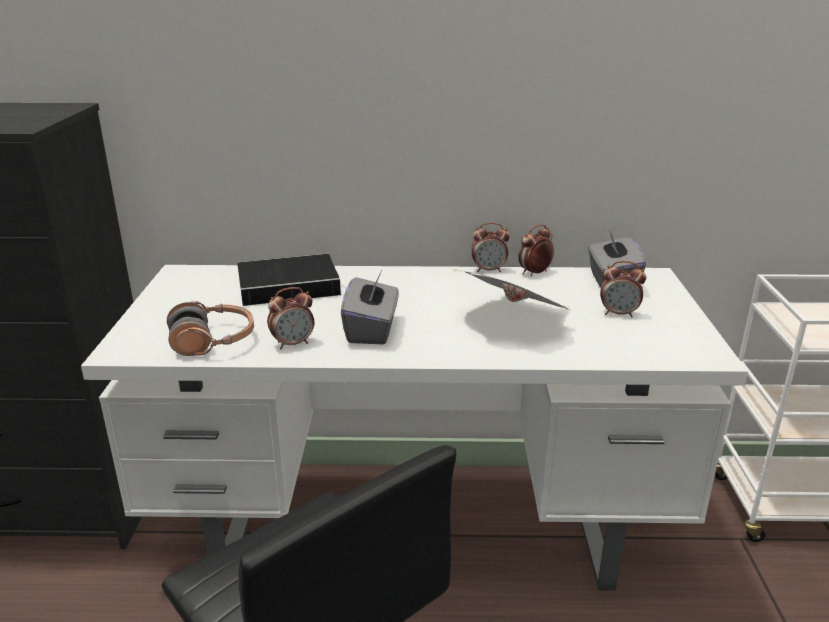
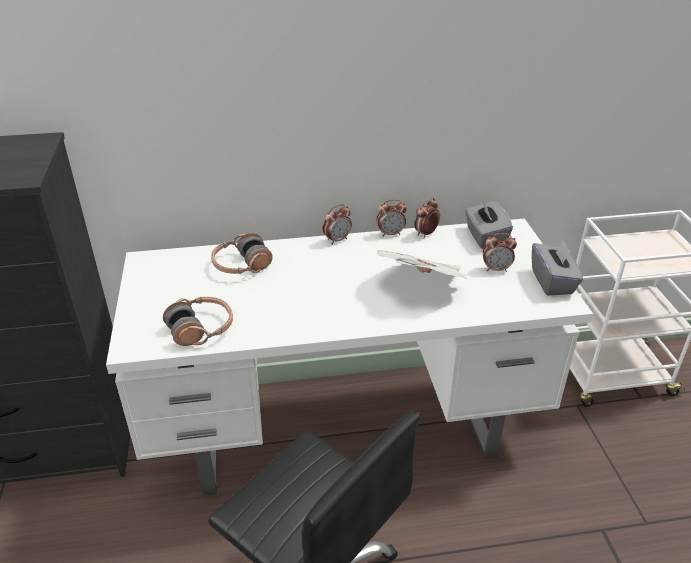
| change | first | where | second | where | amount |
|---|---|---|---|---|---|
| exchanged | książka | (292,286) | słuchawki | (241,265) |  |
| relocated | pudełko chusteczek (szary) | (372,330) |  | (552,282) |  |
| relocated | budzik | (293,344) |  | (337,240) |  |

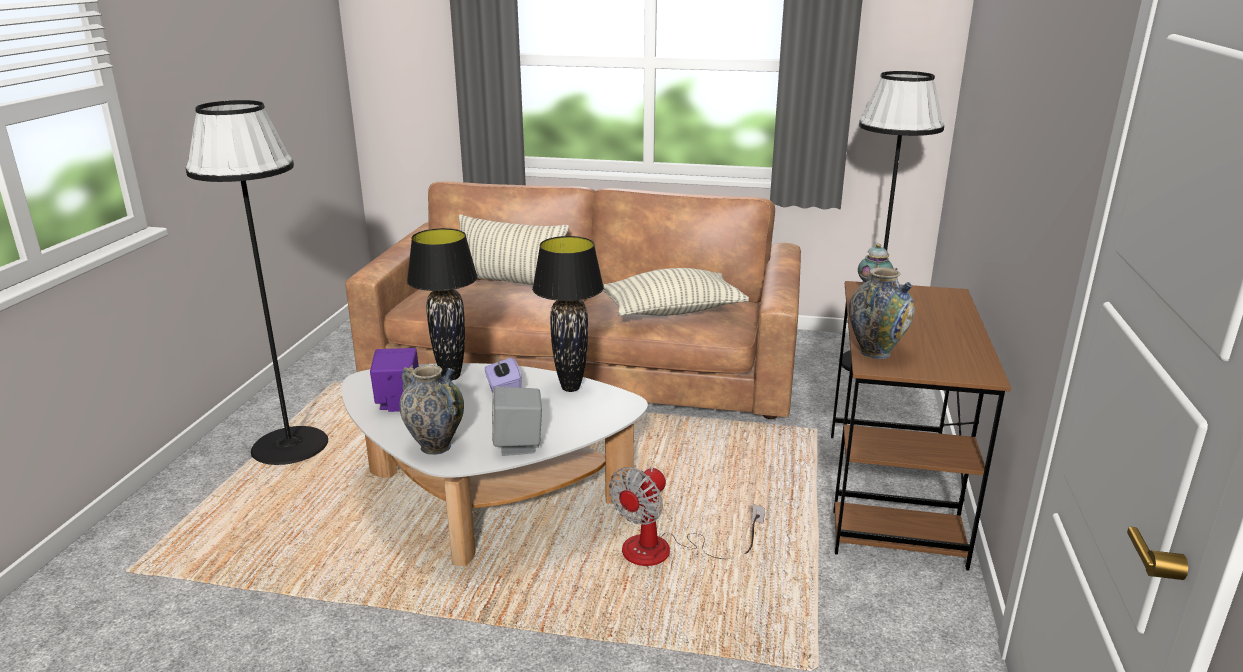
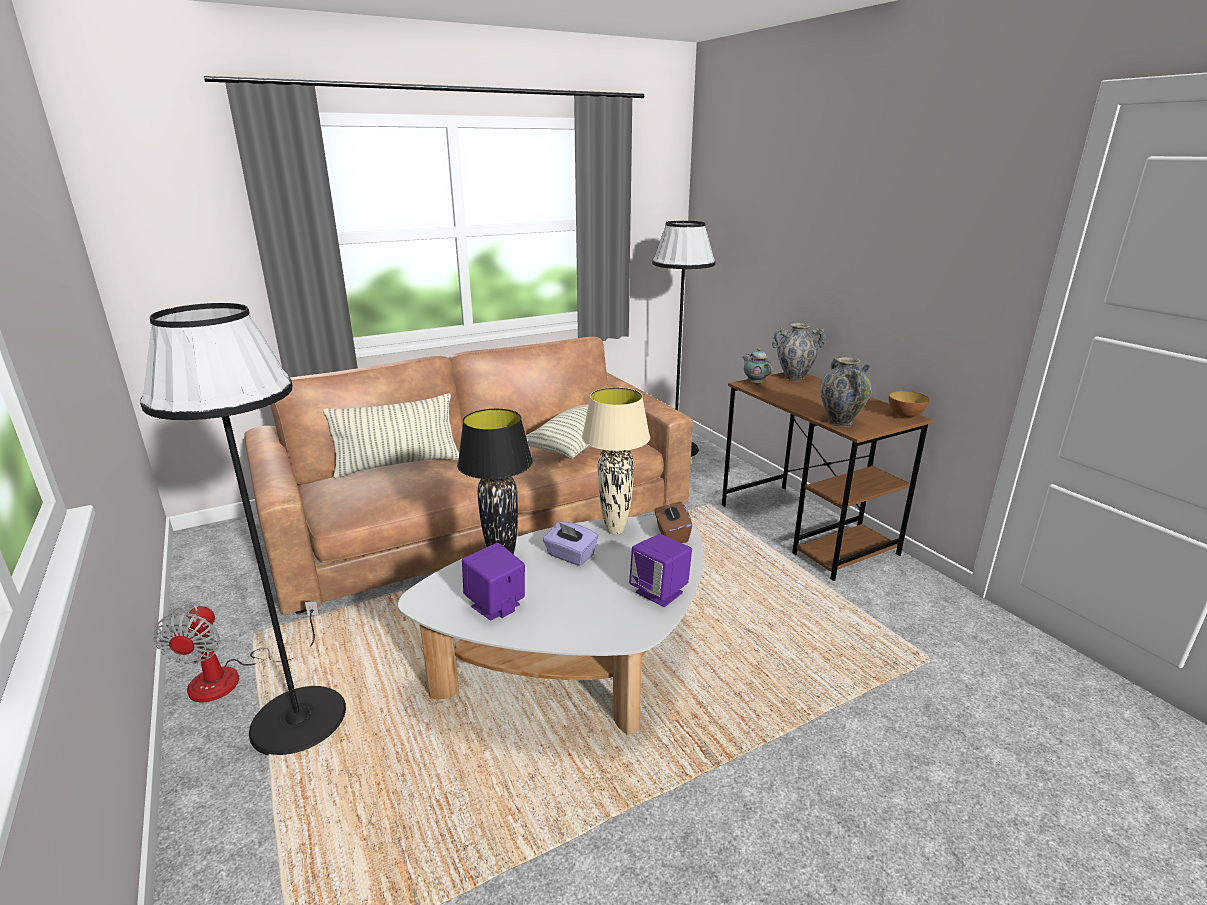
| change | first | where | second | where | amount |
|---|---|---|---|---|---|
| colour | lampa stołowa (czarny) | (570,388) | lampa stołowa (beżowy) | (615,531) |  |
| relocated | wazon | (435,446) |  | (794,378) |  |
| colour | głośnik (szary) | (518,445) | głośnik (fioletowy) | (660,592) |  |
| relocated | wentylator | (664,551) |  | (233,677) |  |
| appeared |  |  | miska | (905,416) |  |
| appeared |  |  | pudełko chusteczek (brązowy) | (671,534) |  |

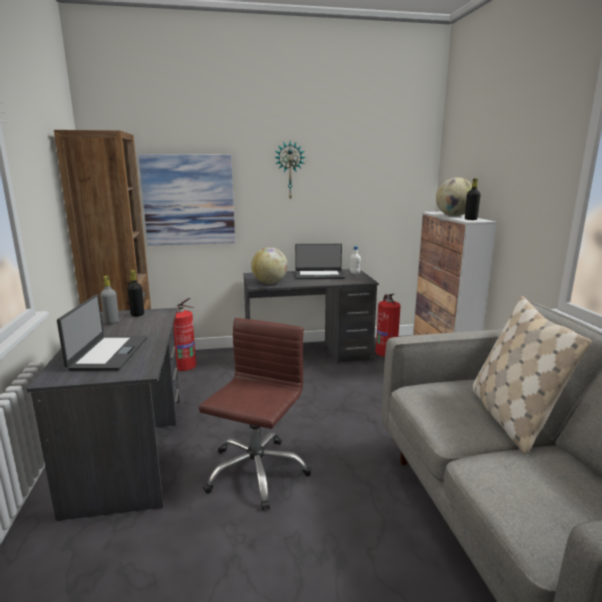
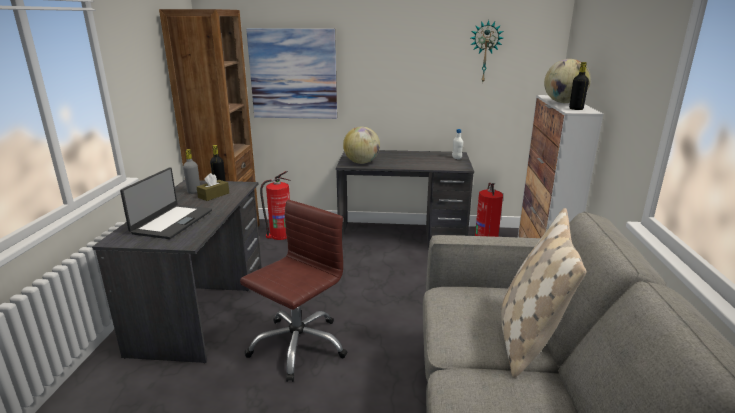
| change | first | where | second | where | amount |
|---|---|---|---|---|---|
| relocated | zegar ścienny | (289,170) |  | (485,52) |  |
| missing | laptop | (319,275) |  |  |  |
| appeared |  |  | pudełko chusteczek (brązowy) | (213,195) |  |

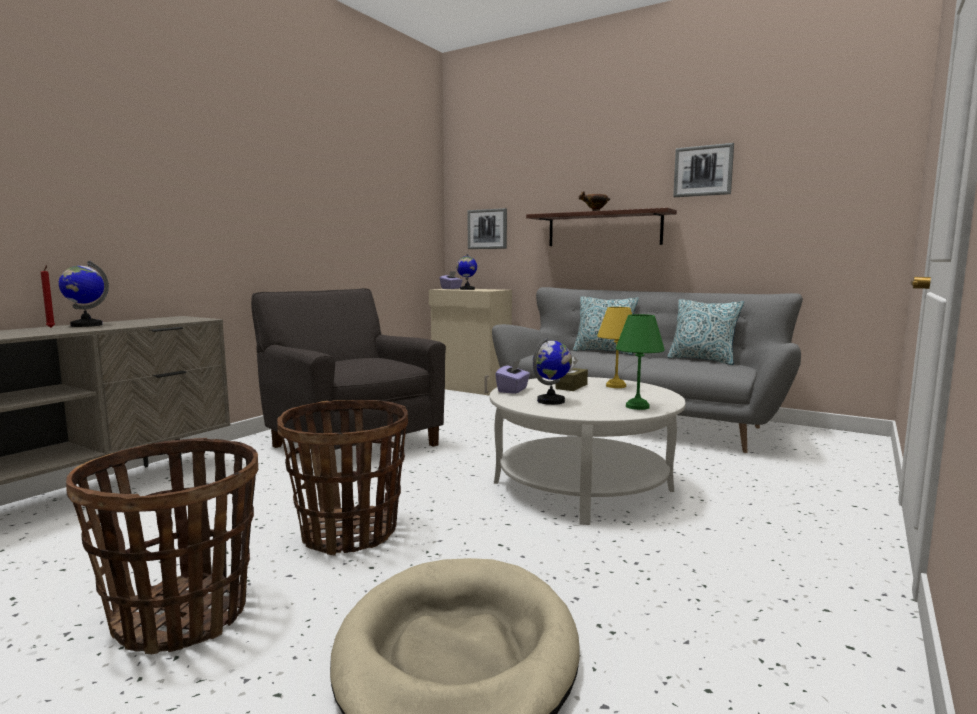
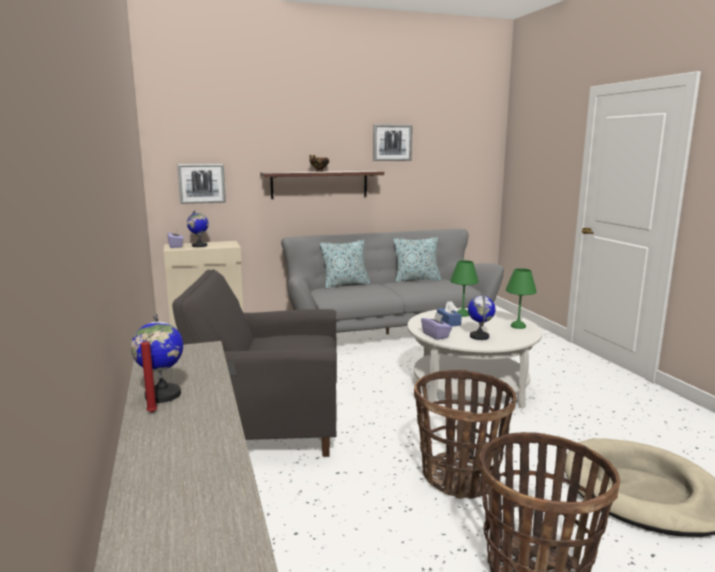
| change | first | where | second | where | amount |
|---|---|---|---|---|---|
| colour | lampa stołowa (żółty) | (616,386) | lampa stołowa (zielony) | (462,314) |  |
| colour | pudełko chusteczek (brązowy) | (571,386) | pudełko chusteczek (niebieski) | (448,322) |  |

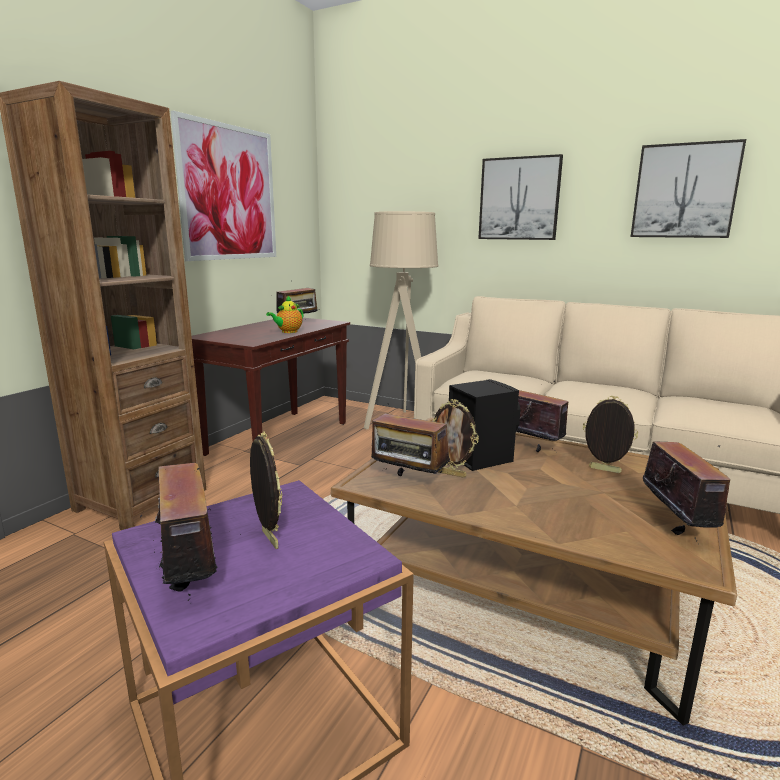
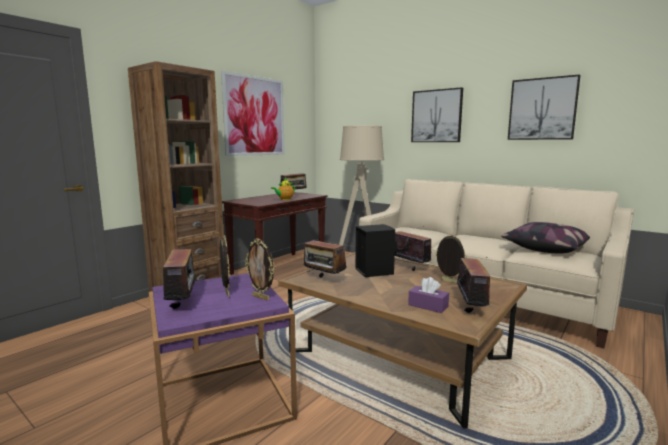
| change | first | where | second | where | amount |
|---|---|---|---|---|---|
| relocated | ramka na zdjęcie | (451,474) |  | (261,297) |  |
| appeared |  |  | poduszka | (546,249) |  |
| appeared |  |  | pudełko chusteczek (fioletowy) | (428,306) |  |

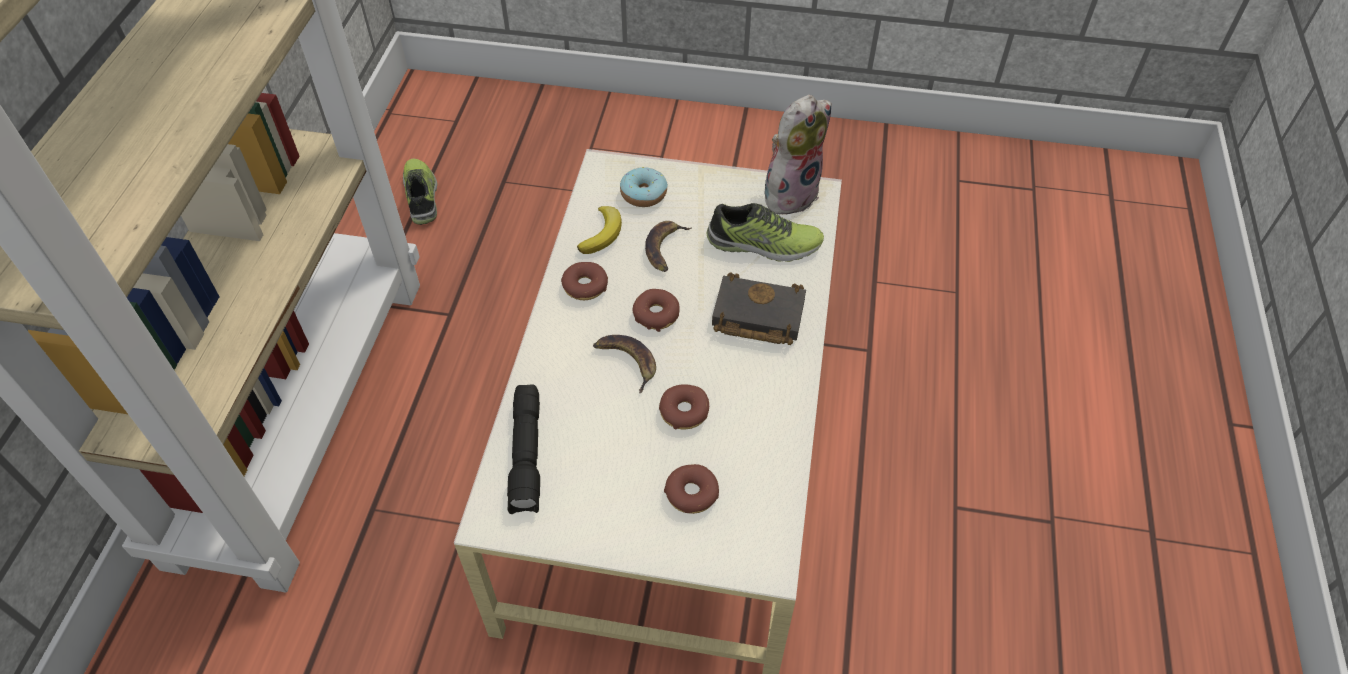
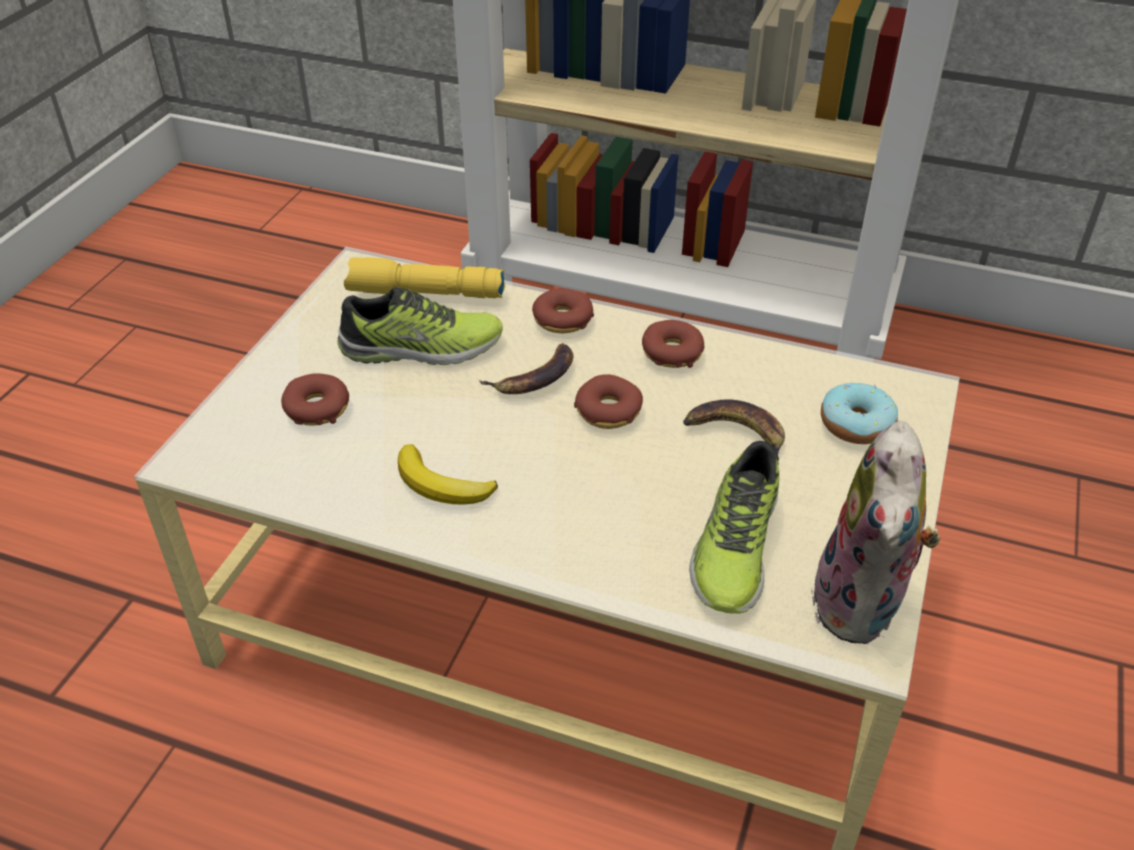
| change | first | where | second | where | amount |
|---|---|---|---|---|---|
| spun | pluszak | (790,193) |  | (863,606) | 45 degrees clockwise |
| relocated | but | (422,196) |  | (421,348) |  |
| relocated | banan | (602,233) |  | (442,484) |  |
| missing | książka (czarny) | (755,316) |  |  |  |
| colour | latarka (czarny) | (528,456) | latarka (żółty) | (424,294) |  |
| relocated | donut | (684,412) |  | (562,319) |  |

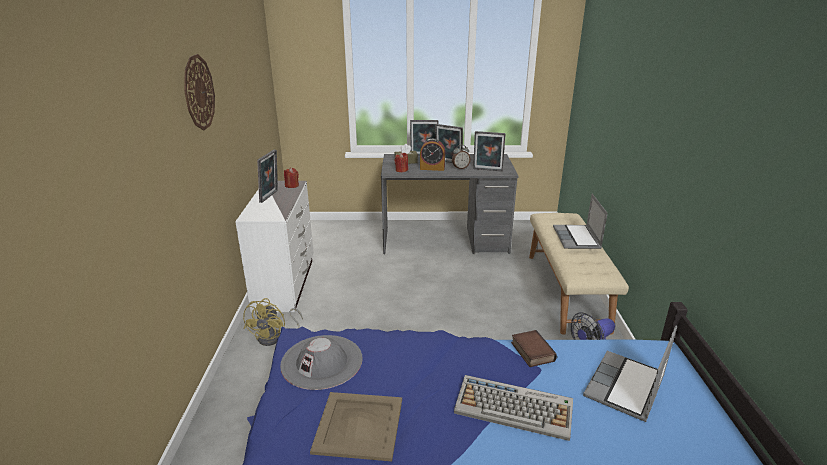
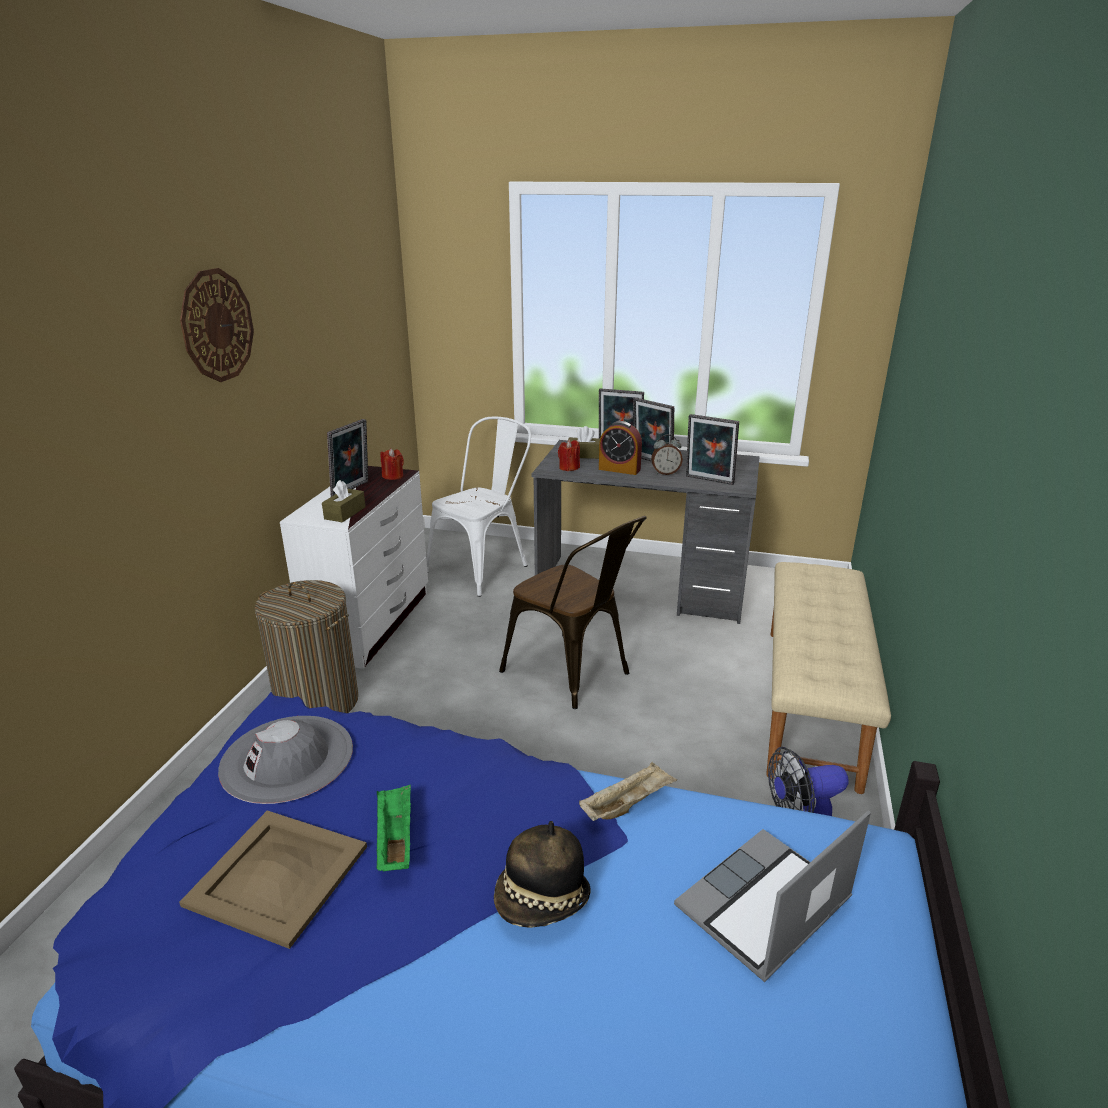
| change | first | where | second | where | amount |
|---|---|---|---|---|---|
| missing | laptop | (577,238) |  |  |  |
| exchanged | wentylator (żółty) | (275,337) | kosz na pranie | (317,703) |  |
| exchanged | książka | (531,351) | taca (beżowy) | (627,804) |  |
| exchanged | klawiatura | (515,408) | kapelusz | (542,900) |  |
| appeared |  |  | krzesło (biały) | (484,567) |  |
| appeared |  |  | pudełko chusteczek (brązowy) | (345,513) |  |
| appeared |  |  | krzesło (brązowy) | (574,674) |  |
| appeared |  |  | taca (zielony) | (395,839) |  |

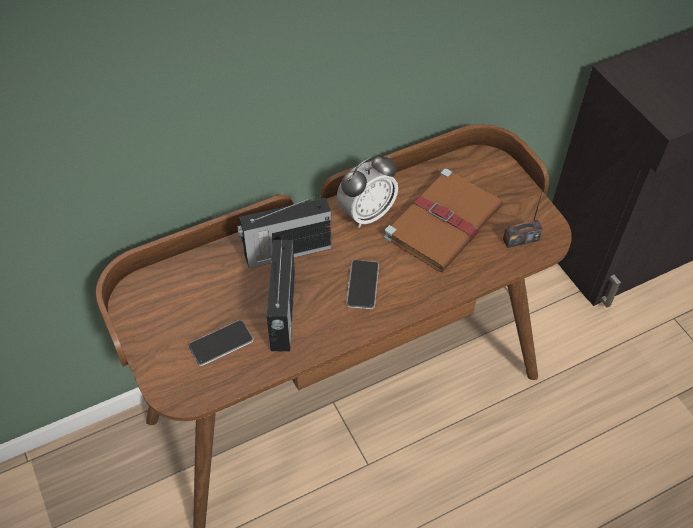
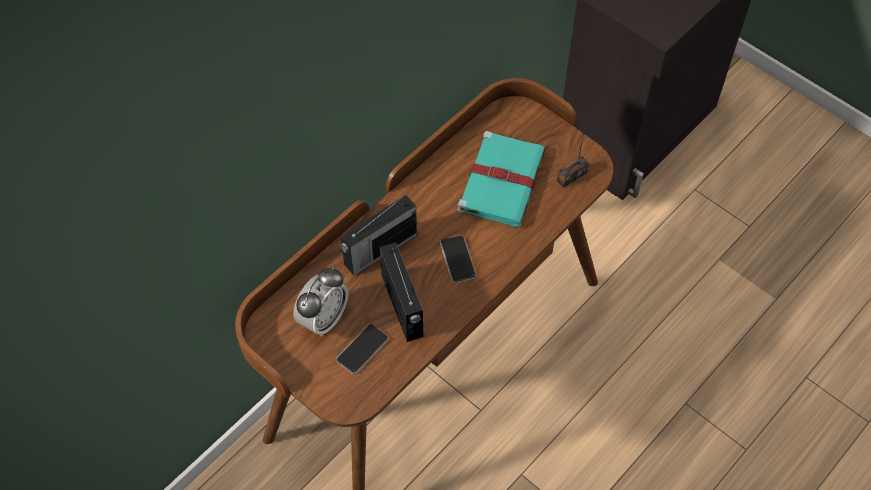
| change | first | where | second | where | amount |
|---|---|---|---|---|---|
| relocated | budzik | (366,214) |  | (323,319) |  |
| colour | książka (brązowy) | (444,221) | książka (turkusowy) | (502,180) |  |

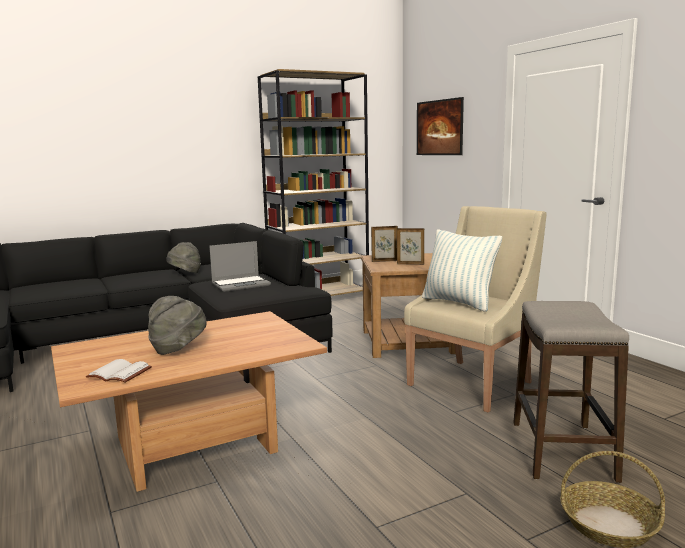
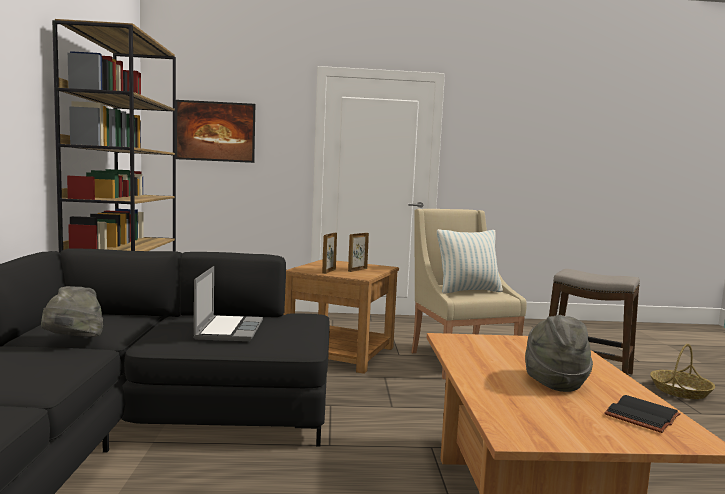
| change | first | where | second | where | amount |
|---|---|---|---|---|---|
| colour | książka (biały) | (118,374) | książka (czarny) | (644,417) |  |

